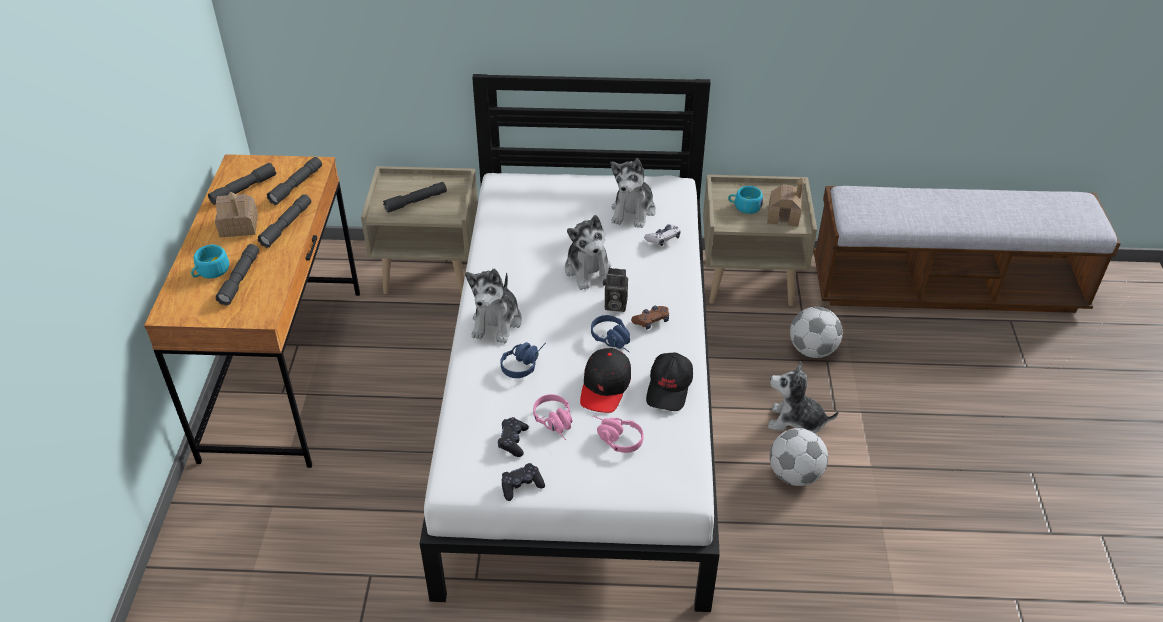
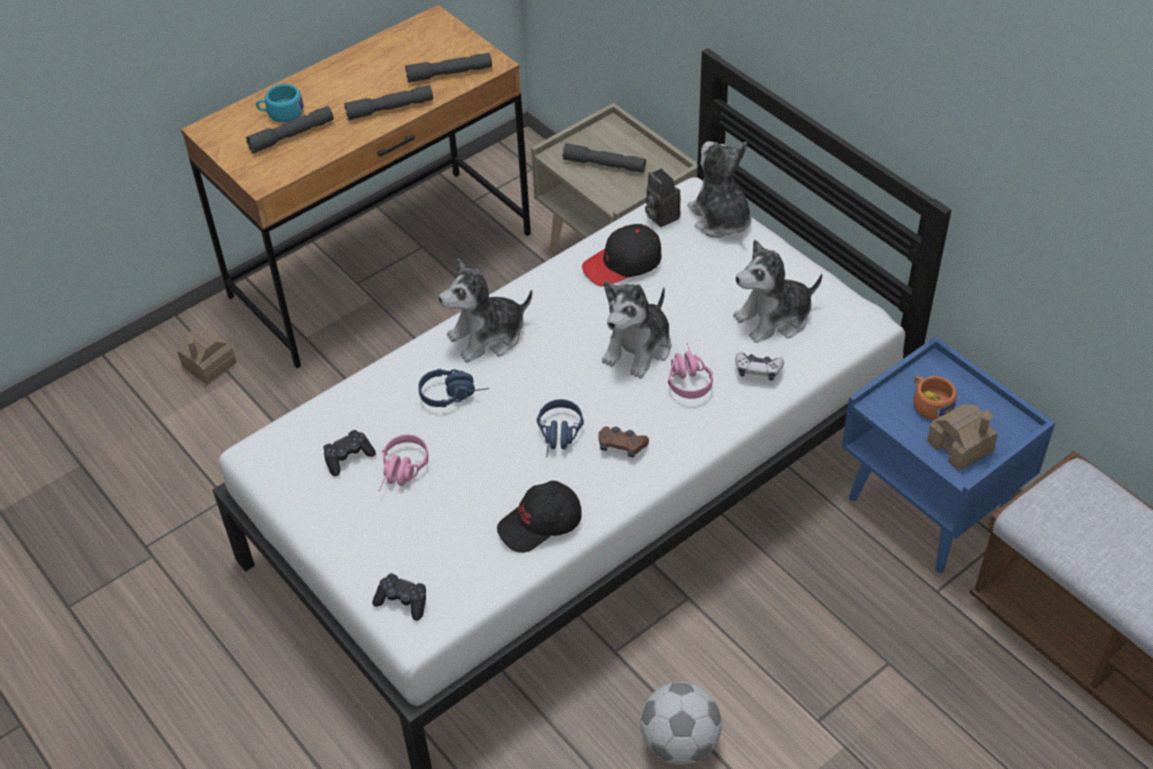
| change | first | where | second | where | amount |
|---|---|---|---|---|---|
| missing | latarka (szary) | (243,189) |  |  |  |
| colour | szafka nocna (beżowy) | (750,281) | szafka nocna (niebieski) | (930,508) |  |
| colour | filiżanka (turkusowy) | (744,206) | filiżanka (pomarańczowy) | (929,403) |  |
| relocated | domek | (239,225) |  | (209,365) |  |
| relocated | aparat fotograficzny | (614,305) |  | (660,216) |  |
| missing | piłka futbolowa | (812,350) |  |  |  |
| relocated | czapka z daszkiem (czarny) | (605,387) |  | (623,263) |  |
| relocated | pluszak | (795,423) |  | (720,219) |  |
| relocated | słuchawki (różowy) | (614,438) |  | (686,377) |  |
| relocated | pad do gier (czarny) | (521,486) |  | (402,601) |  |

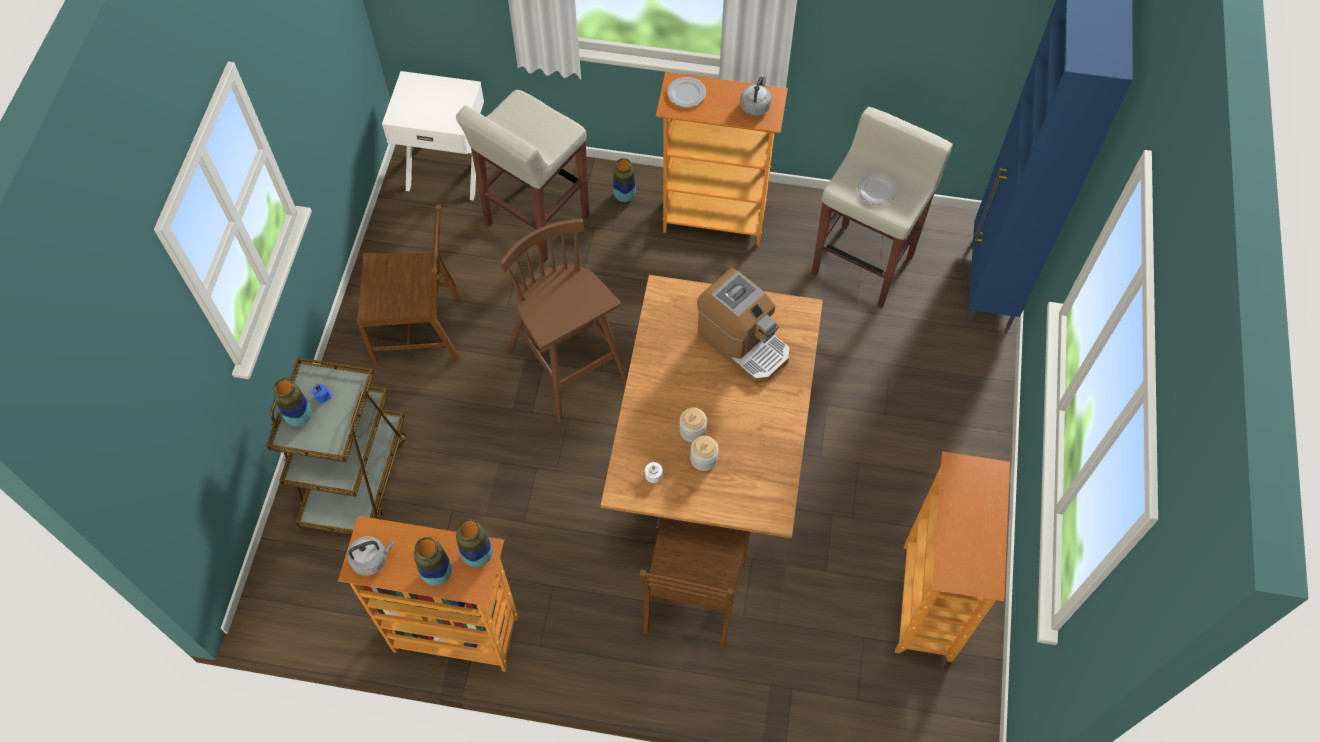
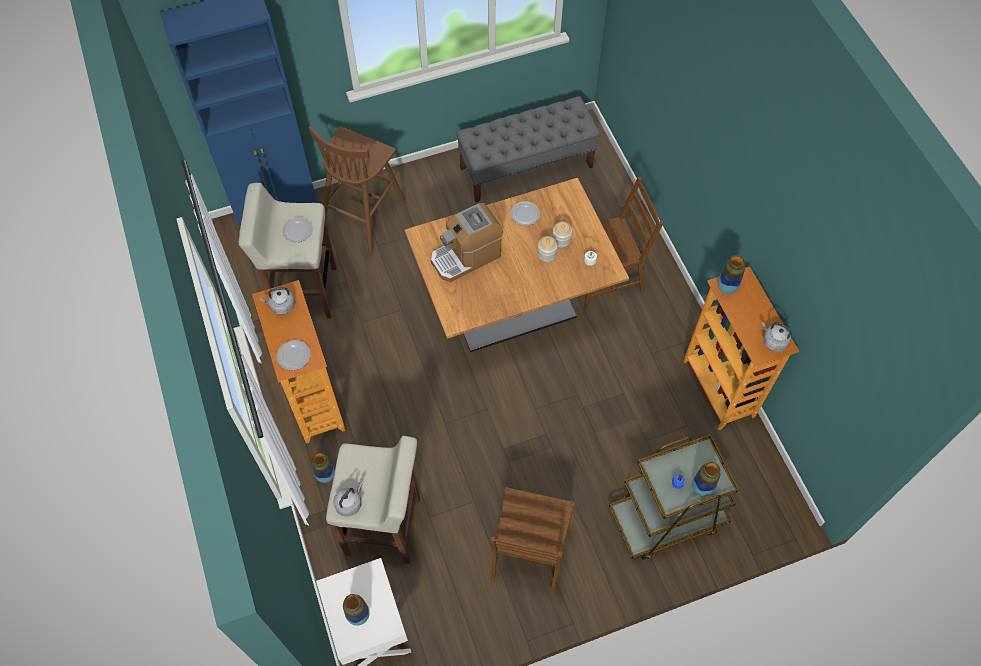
| change | first | where | second | where | amount |
|---|---|---|---|---|---|
| spun | krzesło (brązowy) | (419,328) |  | (529,552) | 135 degrees counterclockwise |
| relocated | stołek (brązowy) | (569,367) |  | (365,216) |  |
| spun | ekspres do kawy | (743,343) |  | (466,256) | 135 degrees counterclockwise |
| exchanged | regał | (928,603) | ławka (szary) | (526,167) |  |
| relocated | wazon | (437,573) |  | (358,615) |  |
| appeared |  |  | talerz | (525,214) |  |
| appeared |  |  | czajnik (szary) | (349,503) |  |

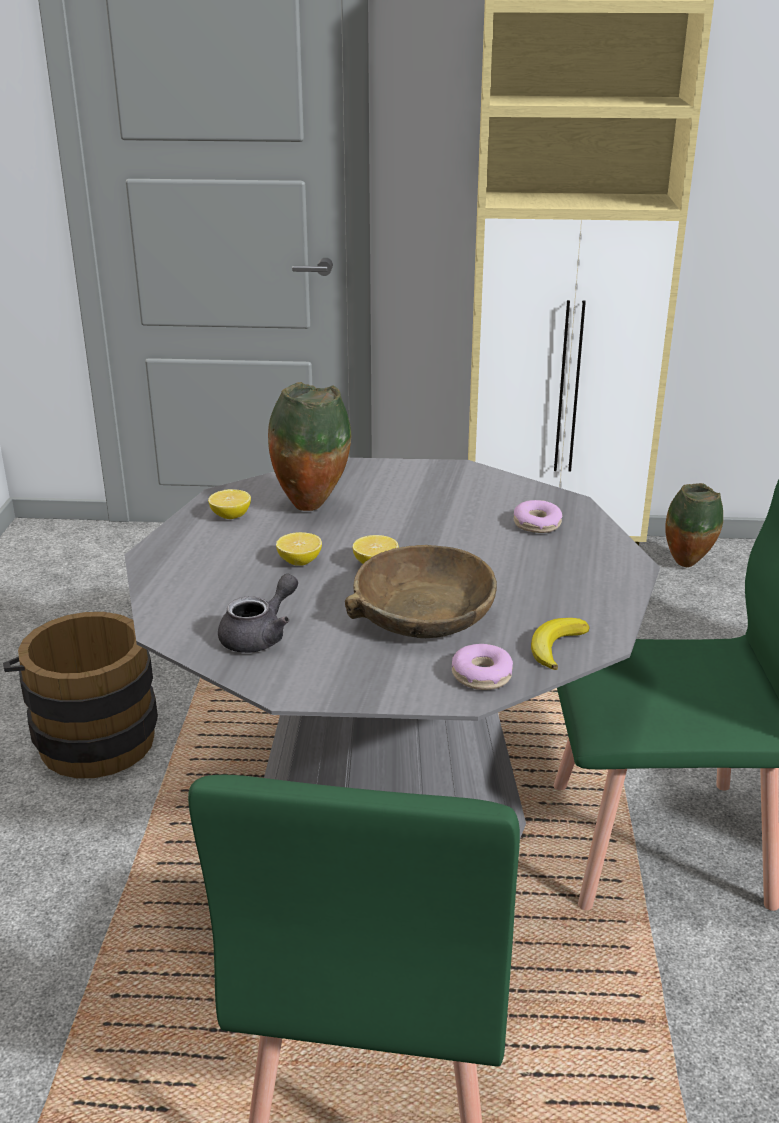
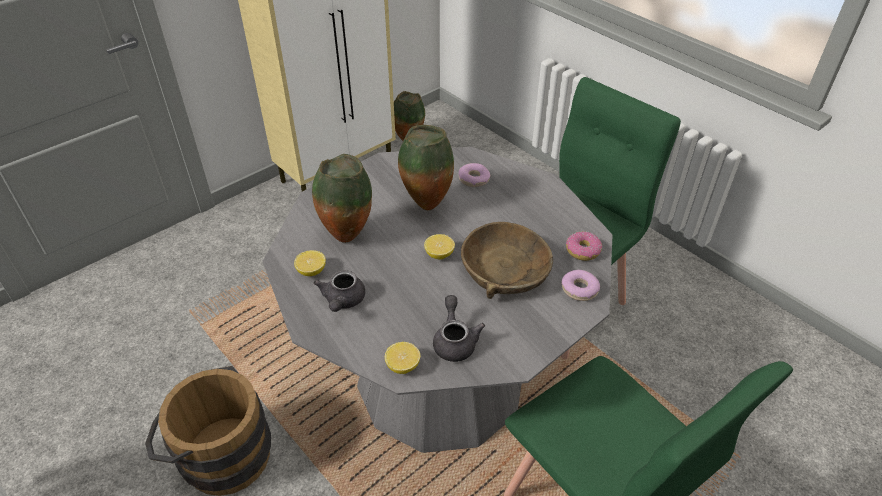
| change | first | where | second | where | amount |
|---|---|---|---|---|---|
| relocated | cytryna | (300,562) |  | (403,366) |  |
| exchanged | banan | (555,646) | donut | (583,251) |  |
| appeared |  |  | wazon | (426,204) |  |
| appeared |  |  | imbryk (szary) | (342,301) |  |

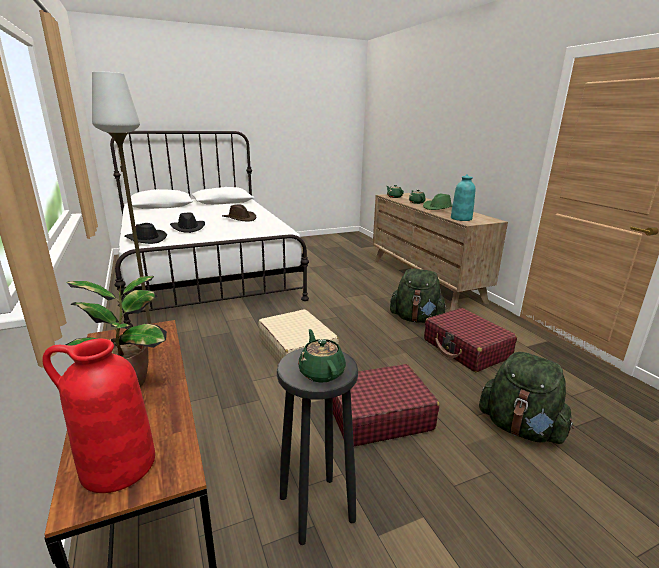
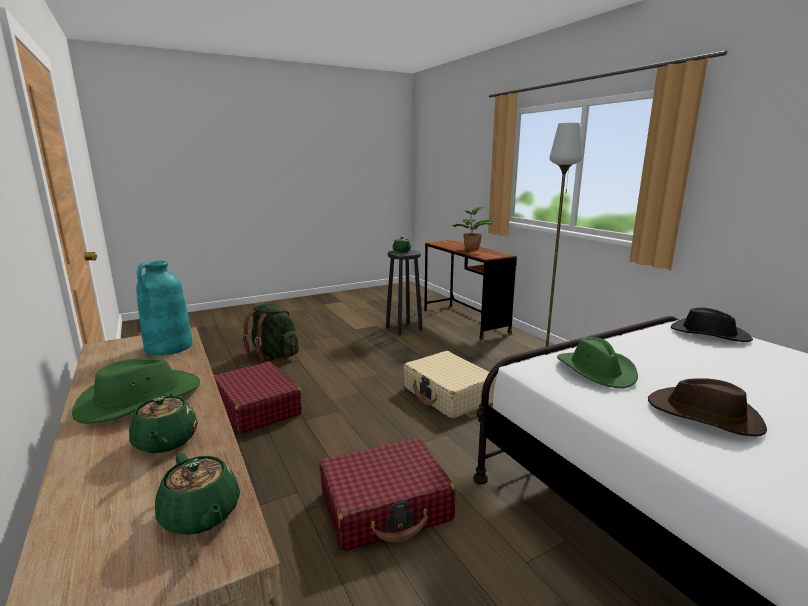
| change | first | where | second | where | amount |
|---|---|---|---|---|---|
| missing | kapelusz (czarny) | (188,228) |  |  |  |
| missing | plecak (zielony) | (416,319) |  |  |  |
| missing | wazon (czerwony) | (117,466) |  |  |  |
| relocated | walizka (czerwony) | (378,415) |  | (386,506) |  |
| appeared |  |  | kapelusz (zielony) | (596,370) |  |

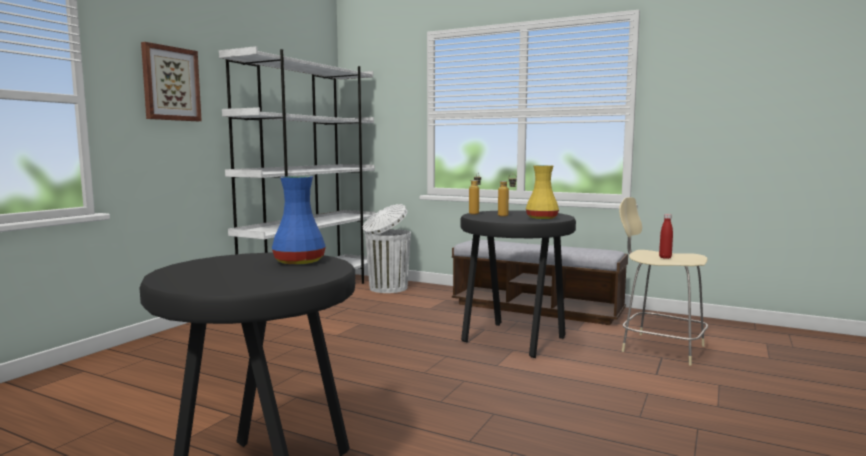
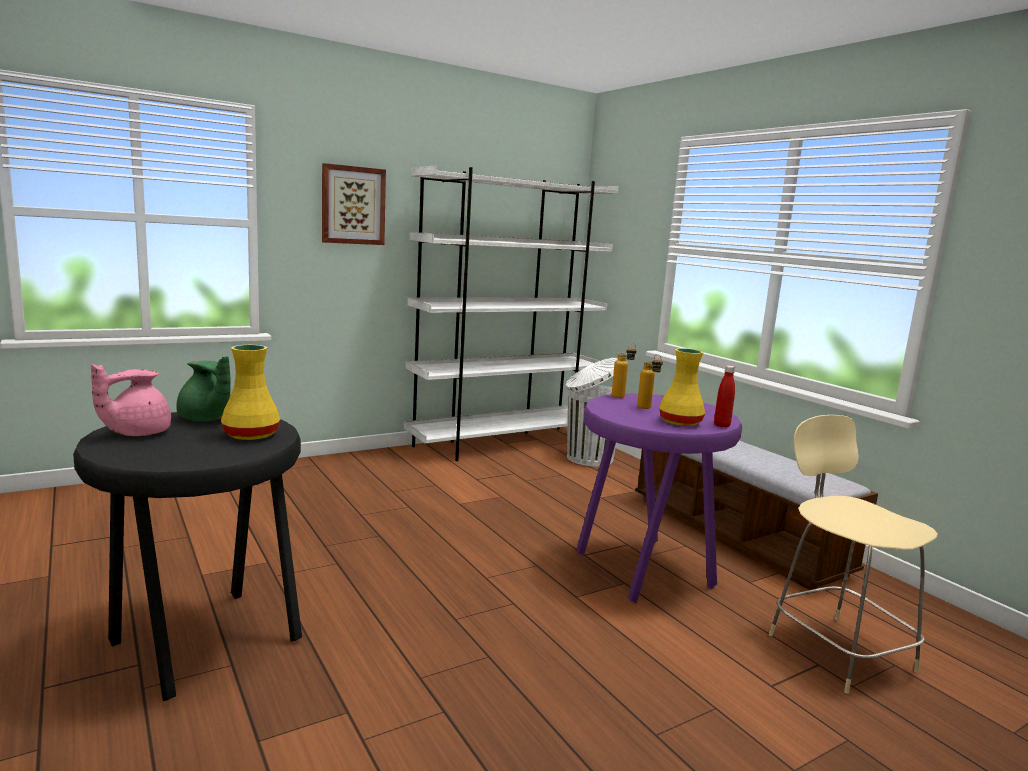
| change | first | where | second | where | amount |
|---|---|---|---|---|---|
| colour | wazon (niebieski) | (300,262) | wazon (żółty) | (252,435) |  |
| colour | stołek (czarny) | (515,341) | stołek (fioletowy) | (643,572) |  |
| relocated | butelka (czerwony) | (665,257) |  | (721,425) |  |
| appeared |  |  | imbryk (zielony) | (206,419) |  |
| appeared |  |  | imbryk (różowy) | (136,433) |  |

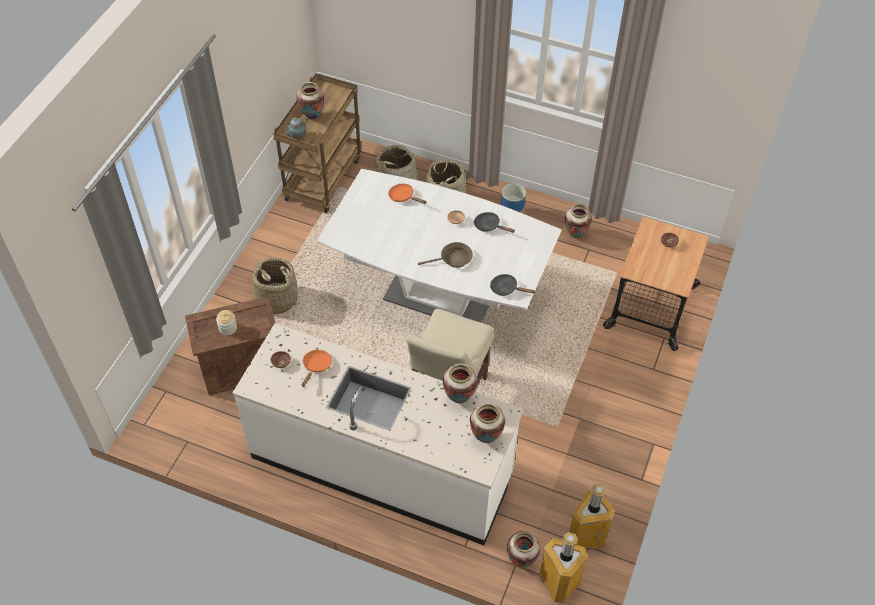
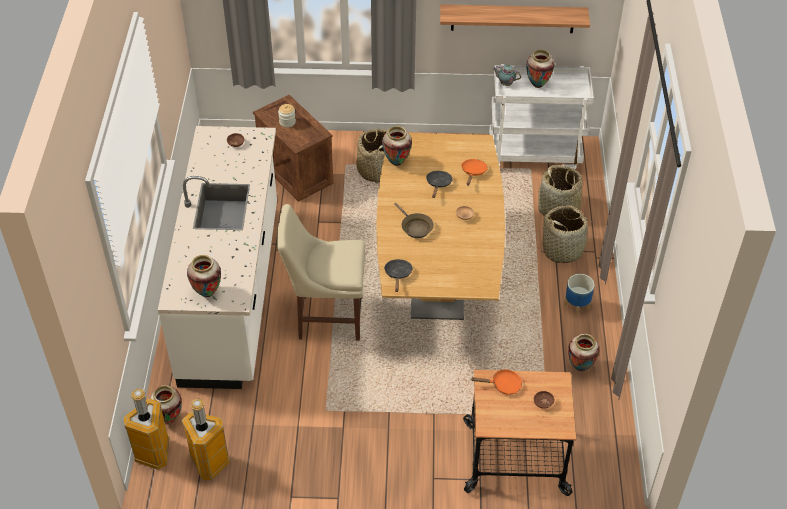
| change | first | where | second | where | amount |
|---|---|---|---|---|---|
| colour | wózek (brązowy) | (323,178) | wózek (biały) | (534,155) |  |
| colour | stół jadalny (biały) | (439,297) | stół jadalny (brązowy) | (437,279) |  |
| relocated | patelnia (czarny) | (489,226) |  | (438,184) |  |
| relocated | patelnia (pomarańczowy) | (316,367) |  | (503,385) |  |
| relocated | wazon | (459,398) |  | (396,162) |  |
| appeared |  |  | półka | (512,18) |  |

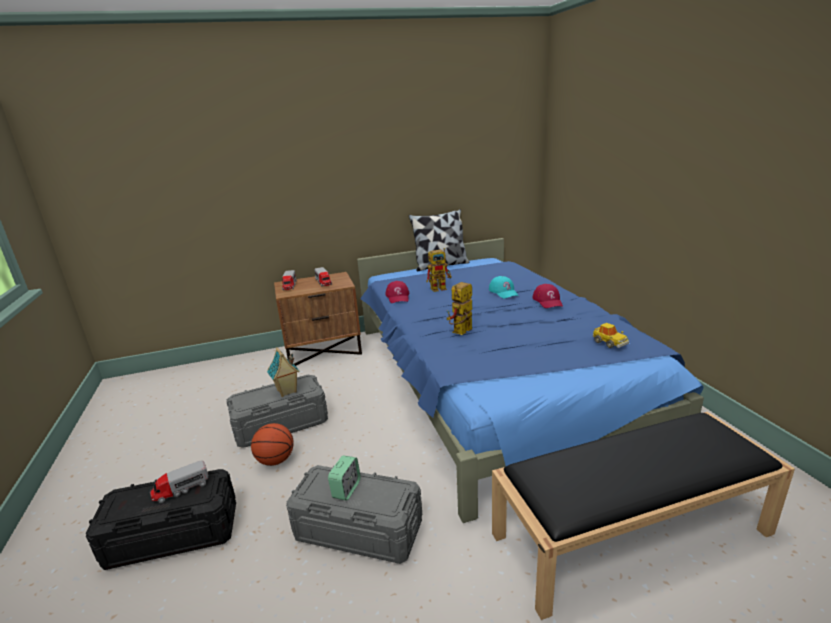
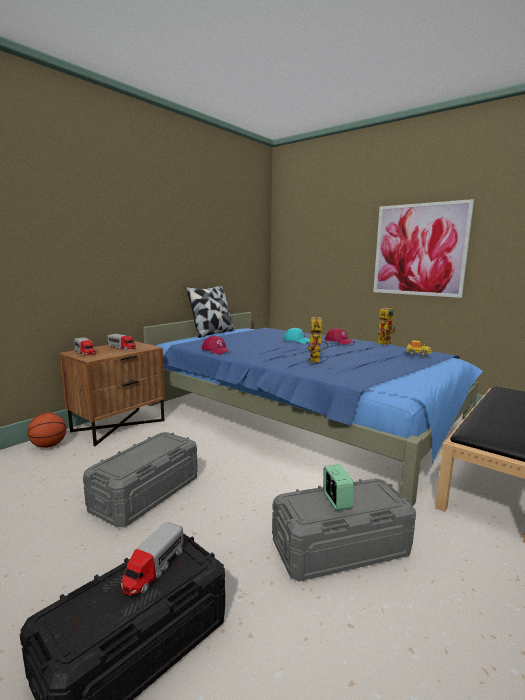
| change | first | where | second | where | amount |
|---|---|---|---|---|---|
| relocated | robot zabawkowy | (441,288) |  | (384,342) |  |
| missing | domek | (287,391) |  |  |  |
| relocated | piłka do koszykówki | (275,460) |  | (49,446) |  |
| appeared |  |  | obraz | (419,250) |  |

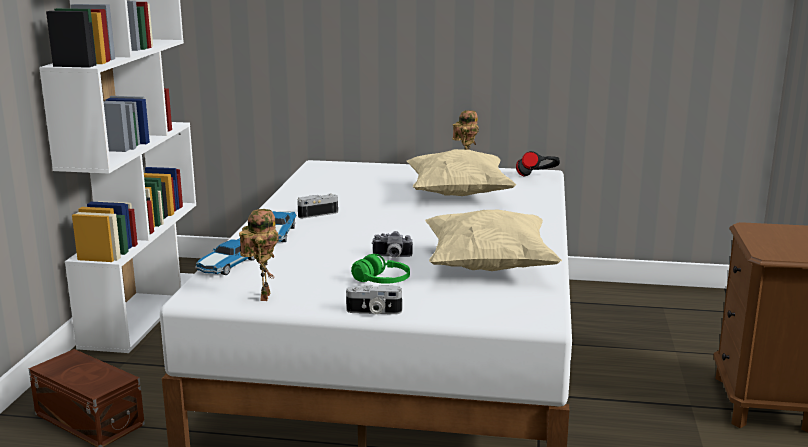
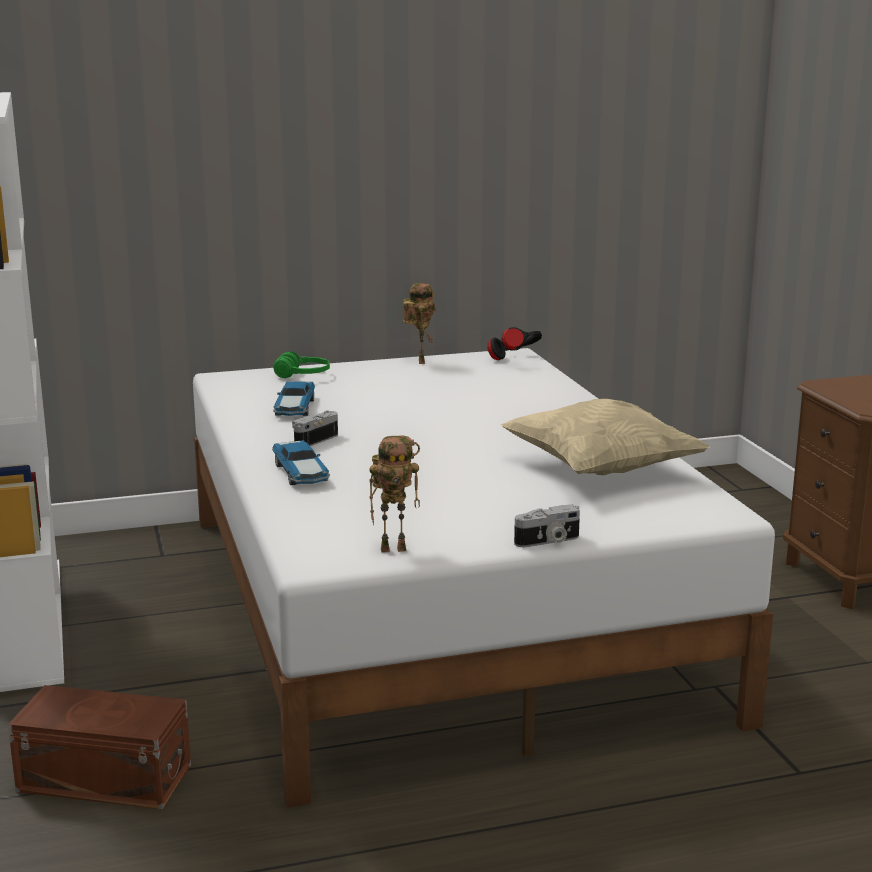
| change | first | where | second | where | amount |
|---|---|---|---|---|---|
| missing | poduszka (beżowy) | (458,194) |  |  |  |
| spun | robot zabawkowy | (263,296) |  | (395,548) | 105 degrees clockwise |
| missing | aparat fotograficzny | (392,257) |  |  |  |
| relocated | samochodzik | (228,265) |  | (295,408) |  |
| relocated | słuchawki (zielony) | (382,282) |  | (302,376) |  |

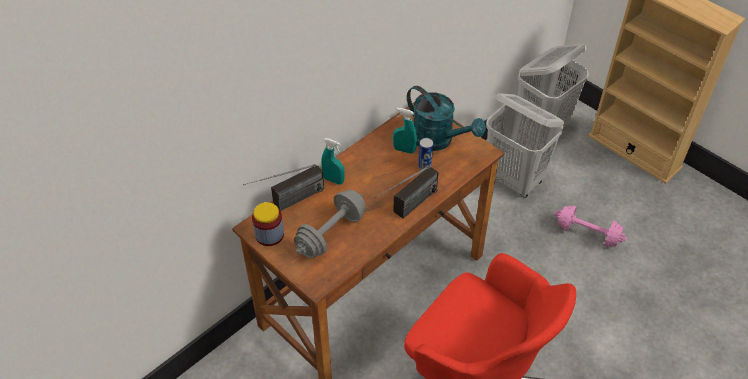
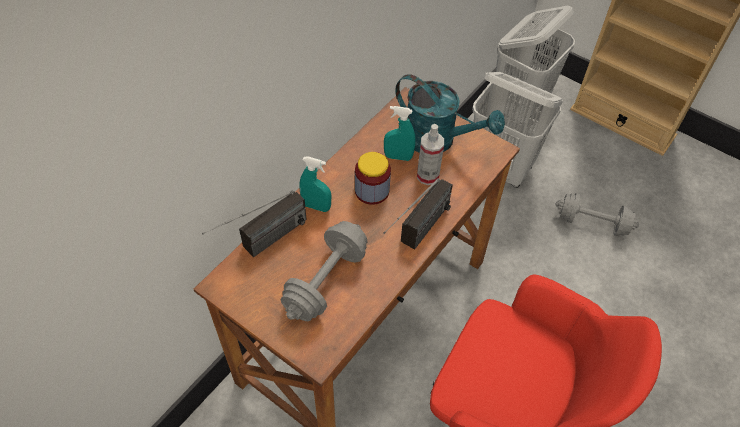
| change | first | where | second | where | amount |
|---|---|---|---|---|---|
| exchanged | puszka | (424,166) | spryskiwacz | (427,176) |  |
| relocated | słoik | (269,235) |  | (372,191) |  |
| colour | hantel (różowy) | (587,234) | hantel (szary) | (592,223) |  |

